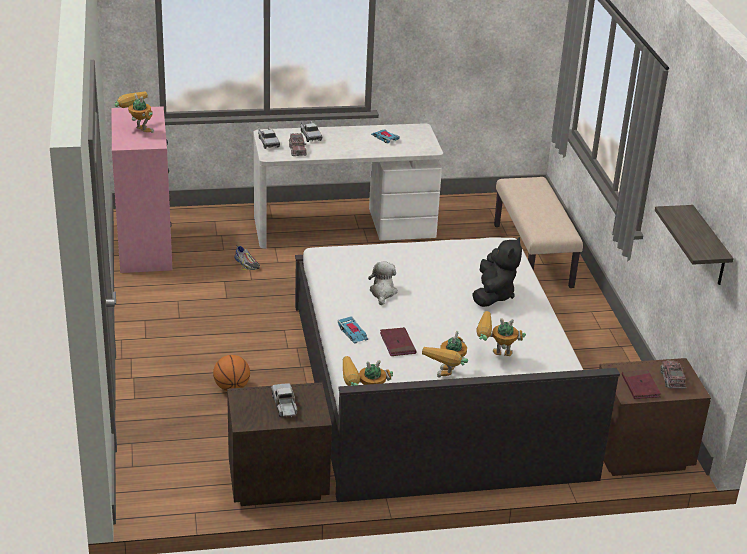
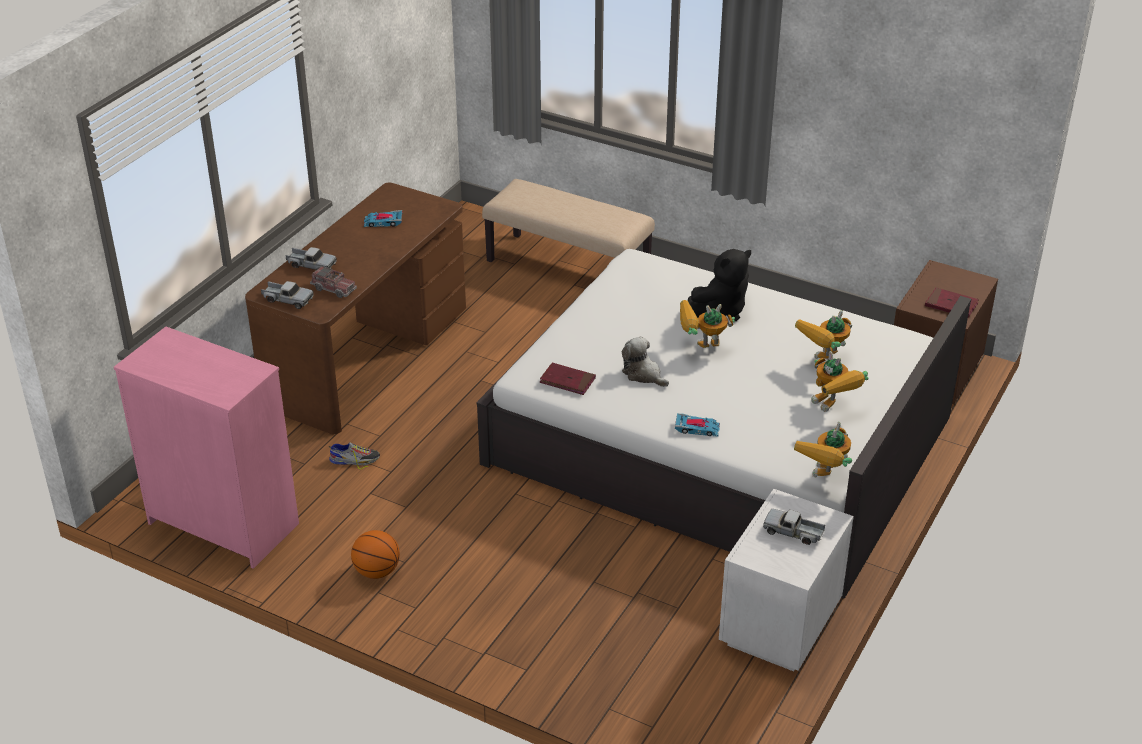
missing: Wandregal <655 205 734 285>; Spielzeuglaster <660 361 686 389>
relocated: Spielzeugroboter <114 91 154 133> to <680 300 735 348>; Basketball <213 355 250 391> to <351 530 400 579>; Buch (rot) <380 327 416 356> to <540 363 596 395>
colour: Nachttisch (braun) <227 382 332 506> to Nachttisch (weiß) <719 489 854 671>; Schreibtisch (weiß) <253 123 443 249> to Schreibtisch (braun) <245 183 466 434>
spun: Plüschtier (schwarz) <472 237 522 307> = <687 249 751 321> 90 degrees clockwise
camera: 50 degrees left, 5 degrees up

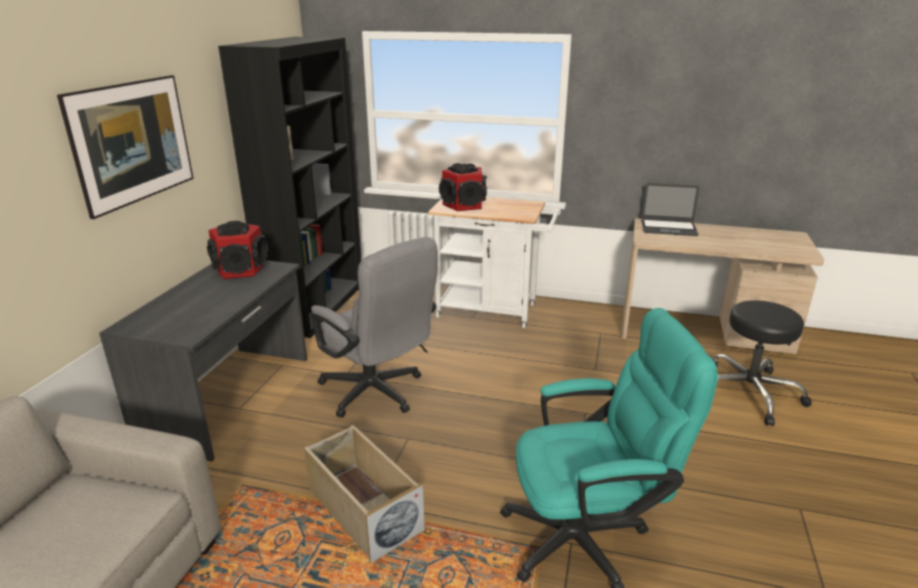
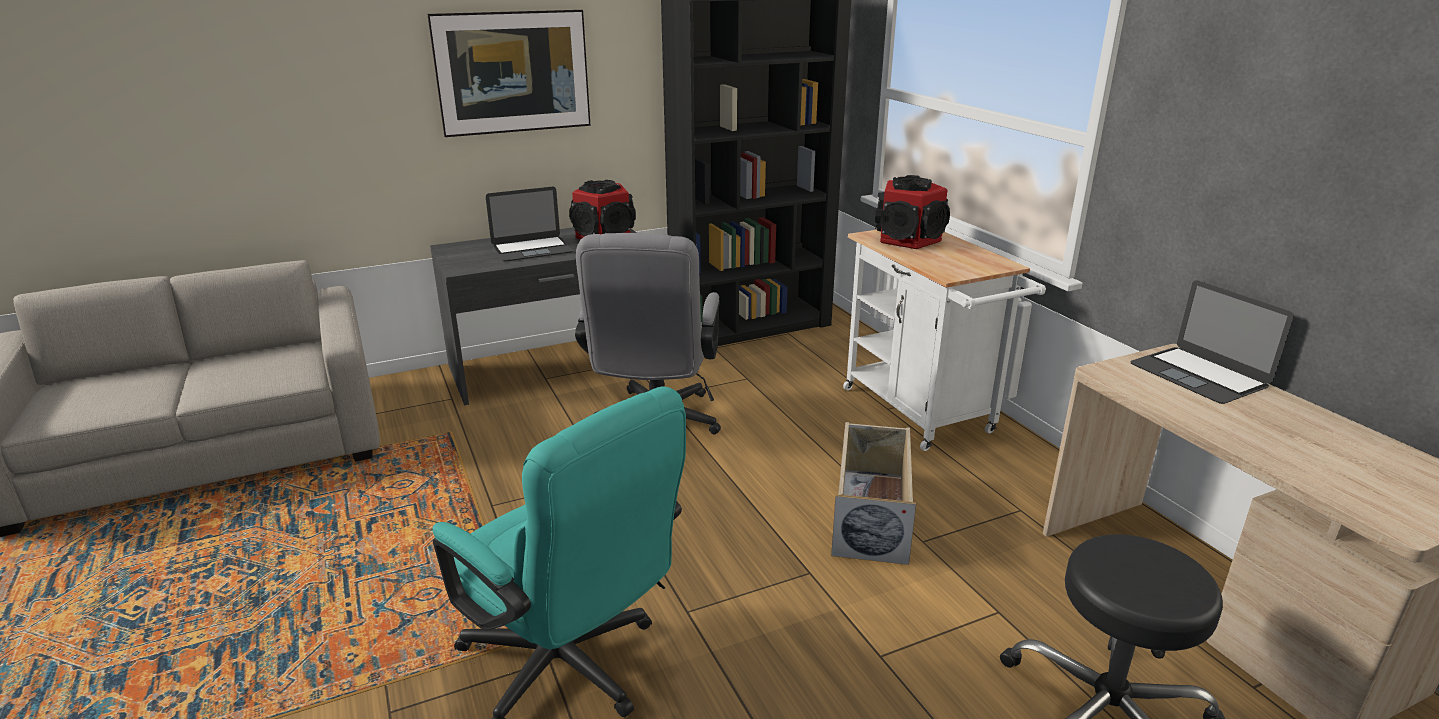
appeared: Laptop <486 187 573 261>
relocated: Aufbewahrungsbox (beige) <304 425 425 563> to <831 422 916 565>
camera: 50 degrees right, 0 degrees up

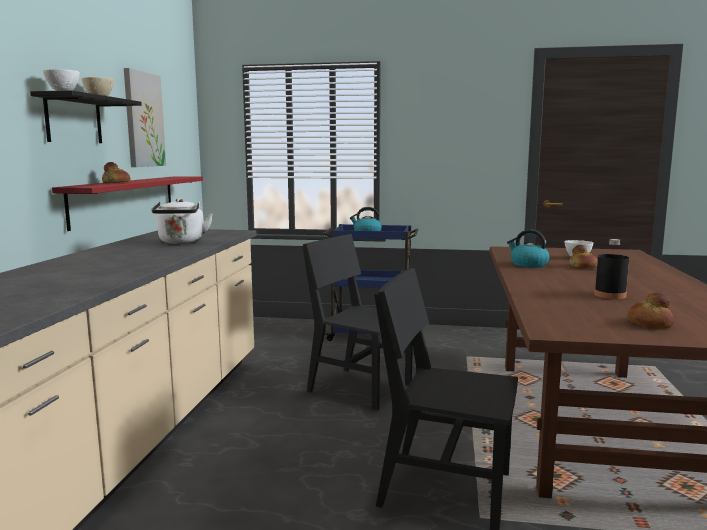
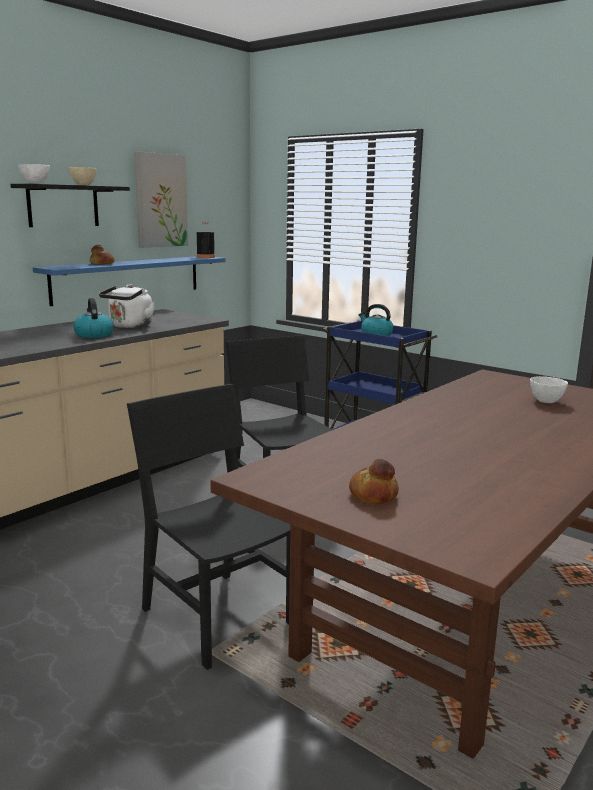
missing: Brot <569 245 598 268>
relocated: Wasserkessel <507 229 550 268> to <73 298 114 338>; Flasche (schwarz) <594 239 629 299> to <197 221 215 258>
colour: Wandregal (rot) <52 176 203 231> to Wandregal (blau) <33 256 225 306>
camera: 30 degrees right, 5 degrees up

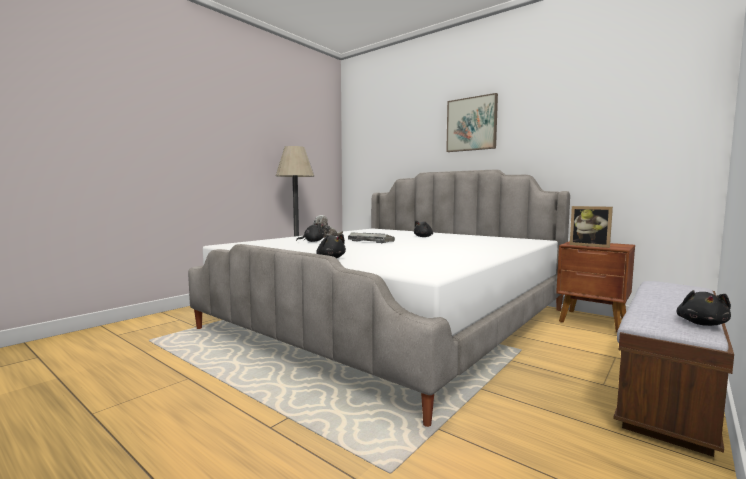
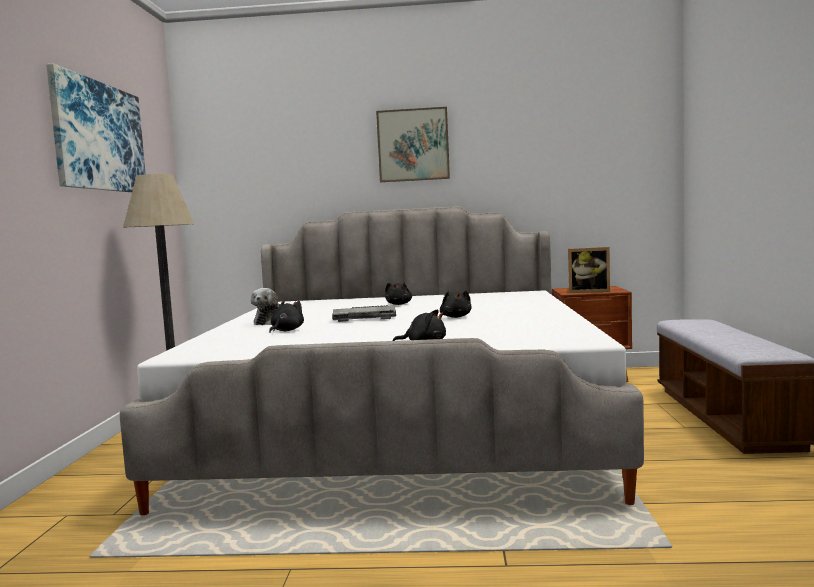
appeared: Bild <46 64 146 192>
relocated: Plüschtier (schwarz) <677 290 731 326> to <440 291 471 318>
camera: 35 degrees left, 0 degrees up

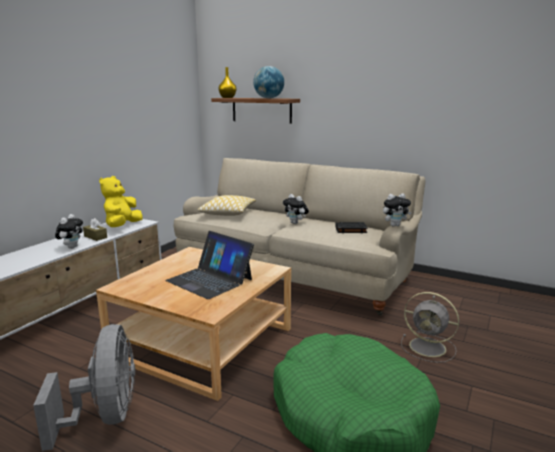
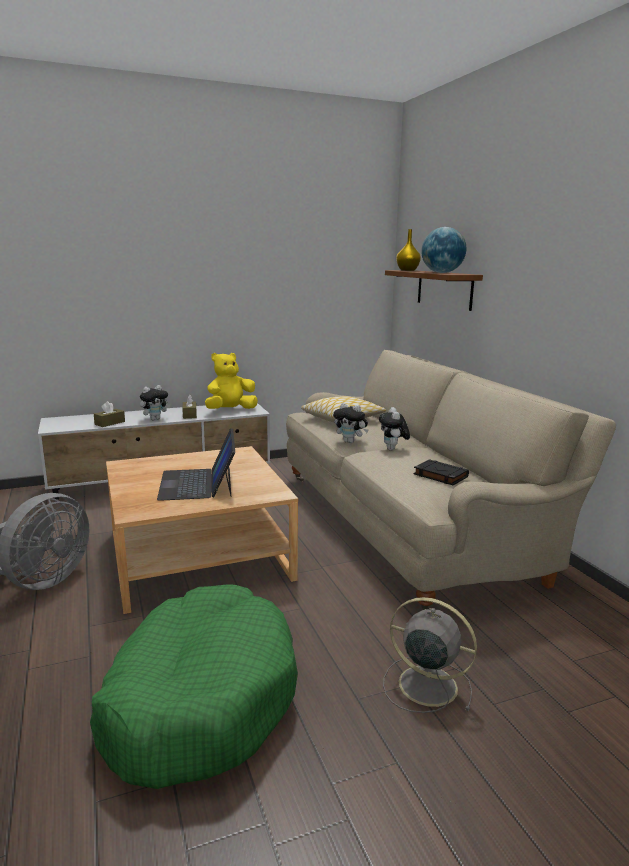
appeared: Taschentuchbox (braun) <94 401 125 427>
relocated: Plüschtier <383 193 411 227> to <333 403 368 443>
spun: Ventilator (grau) <401 292 459 363> = <383 597 477 713> 135 degrees clockwise
camera: 40 degrees right, 0 degrees up

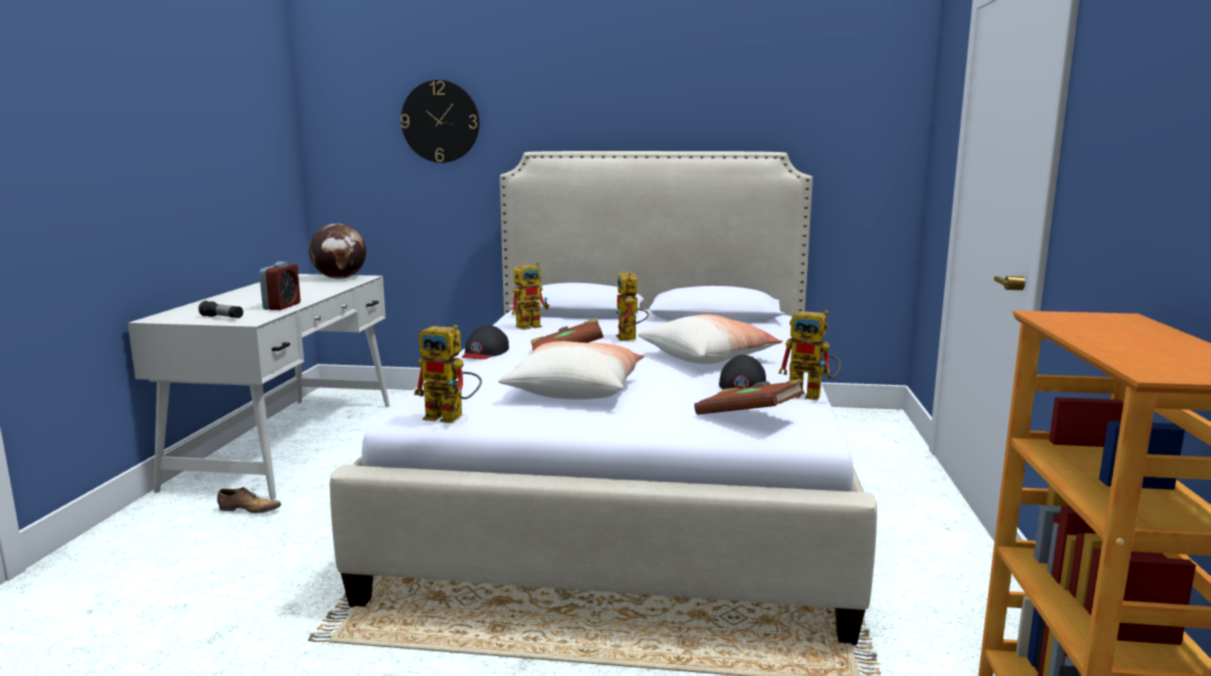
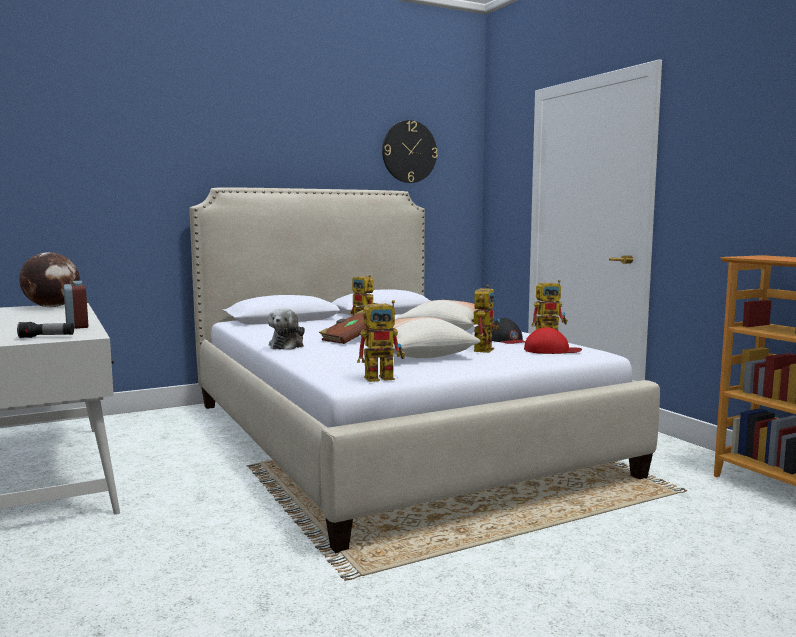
missing: Schuh <217 487 281 513>
relocated: Wanduhr <400 80 479 163> to <382 120 438 183>; Spielzeugroboter <512 262 549 330> to <472 285 500 353>
exchanged: Kappe (schwarz) <462 325 509 359> to Plüschtier <268 308 305 350>; Buch (braun) <694 379 804 415> to Kappe (rot) <524 327 582 354>
camera: 35 degrees left, 5 degrees down

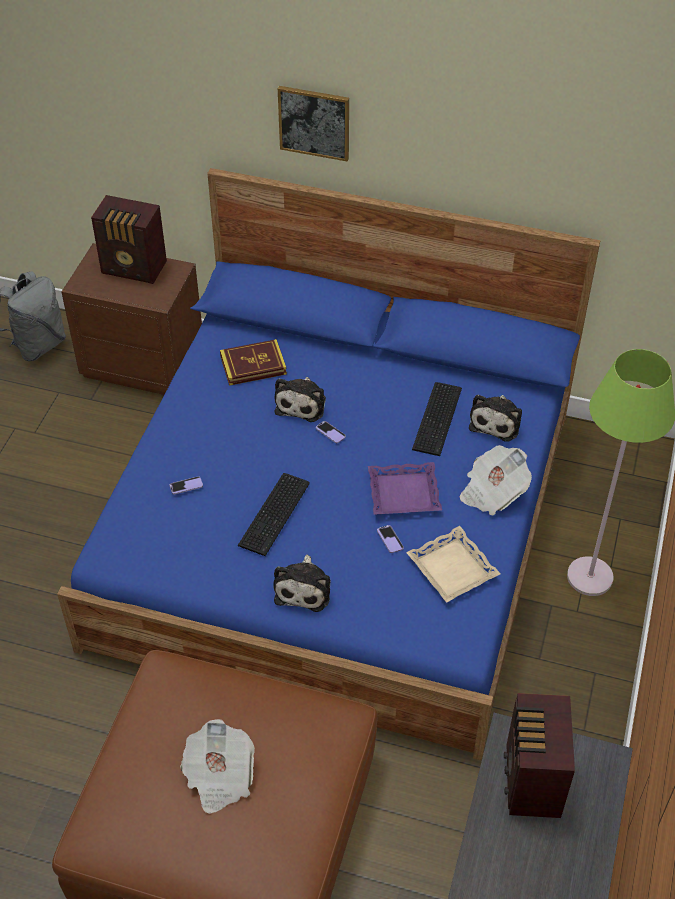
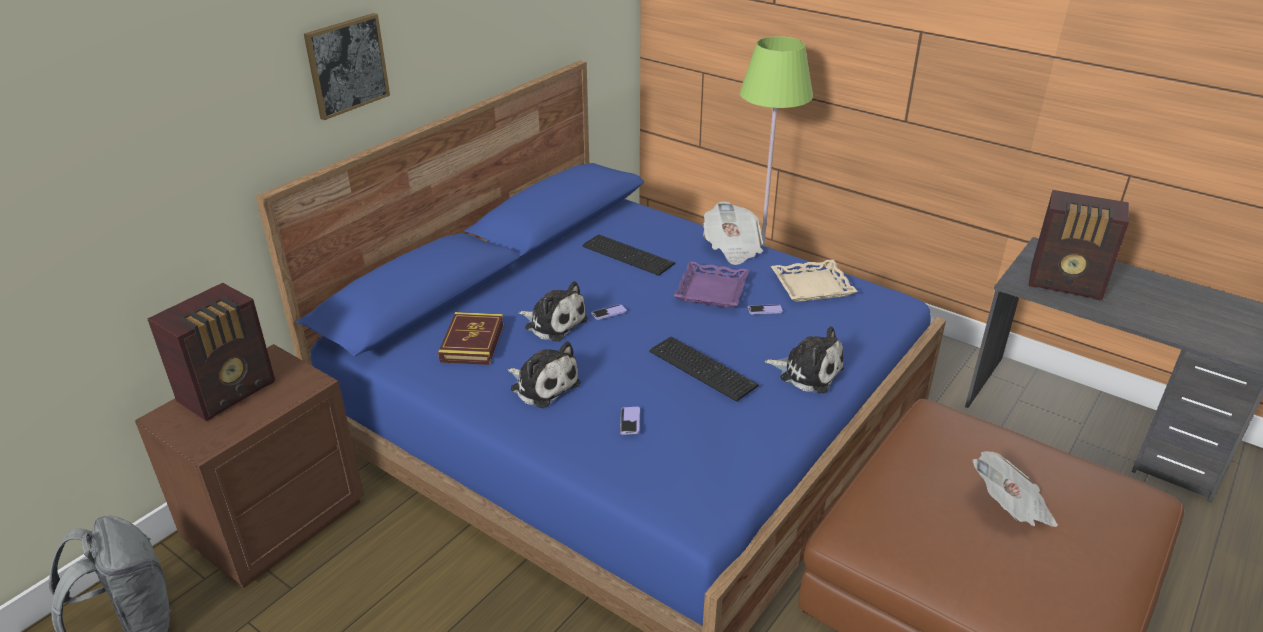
relocated: Plüschtier <469 394 522 442> to <507 341 581 408>
camera: 70 degrees left, 15 degrees down

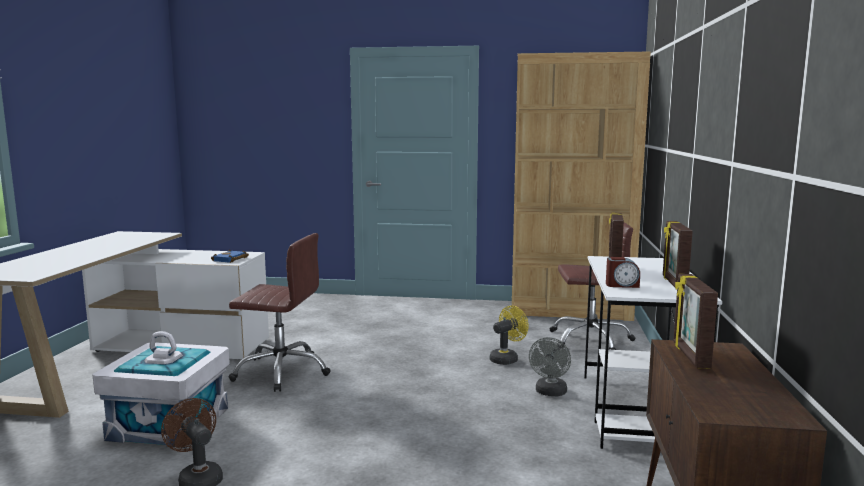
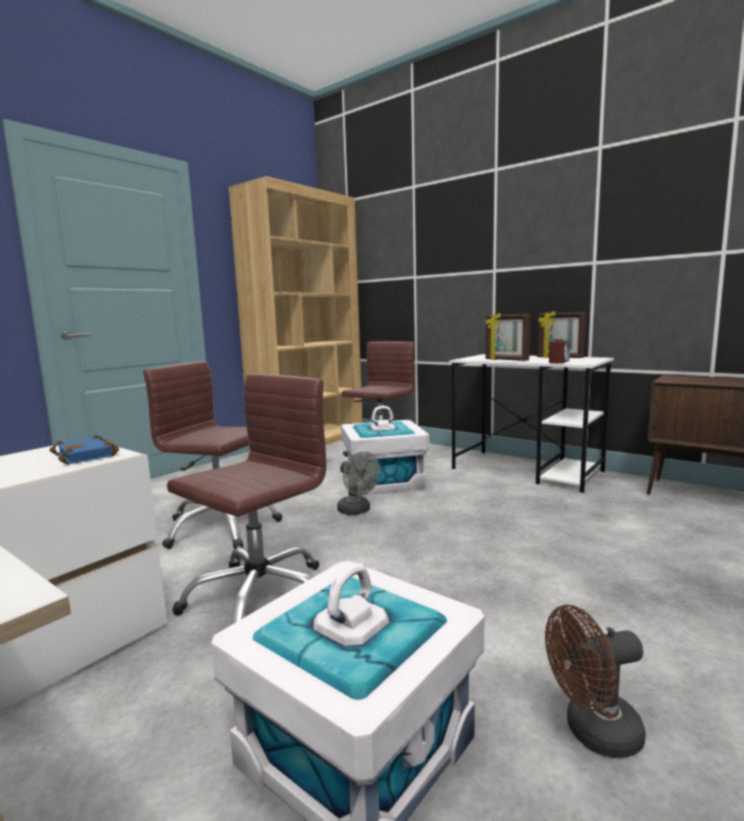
missing: Bilderrahmen <673 274 718 369>
appeared: Bürostuhl (braun) <143 361 282 549>
relocated: Ventilator (grau) <529 337 571 396> to <337 452 380 515>
exchanged: Ventilator (gelb) <489 306 529 365> to Aufbewahrungsbox (weiß) <341 406 429 496>
camera: 60 degrees left, 0 degrees up

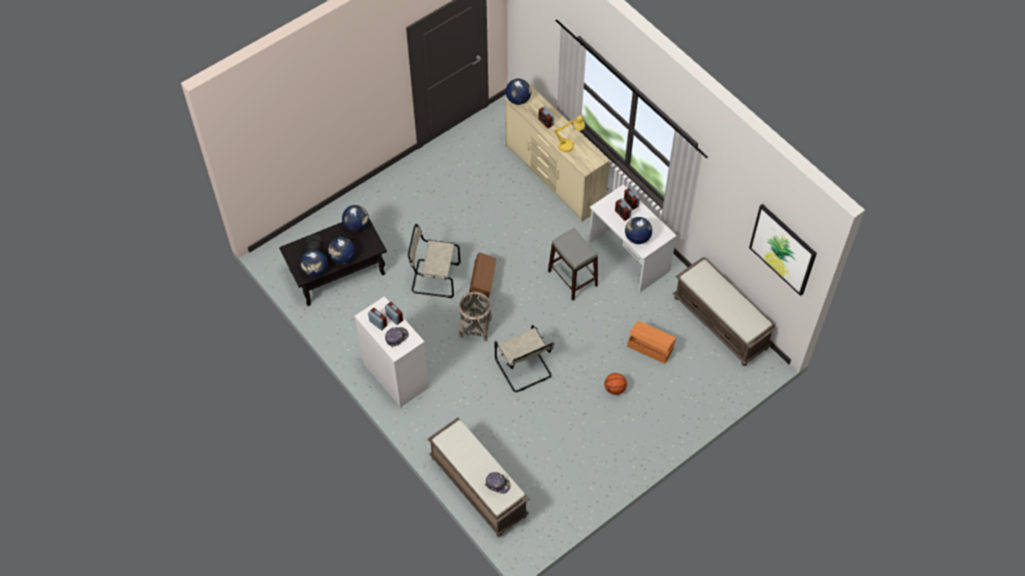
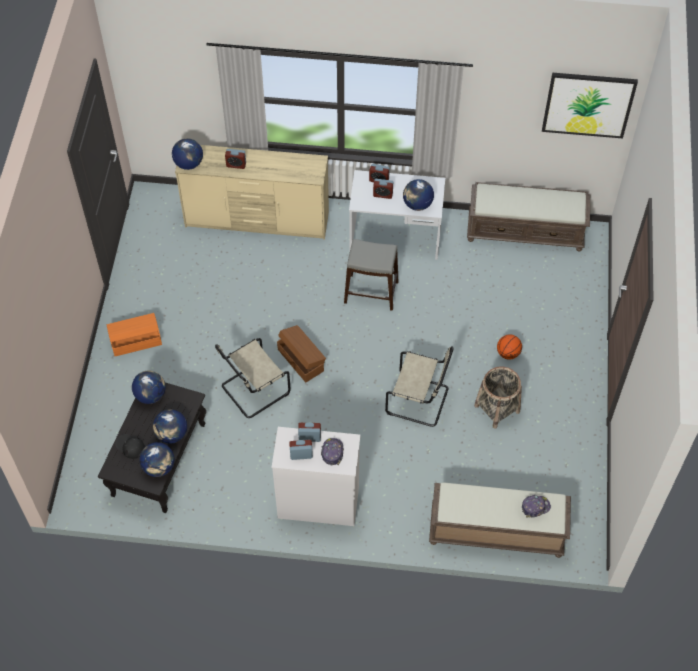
missing: Tischlampe (gelb) <554 115 585 152>
relocated: Korb <459 292 492 341> to <474 366 522 429>; Aufbewahrungsbox (orange) <627 321 676 364> to <107 313 162 356>
camera: 45 degrees left, 0 degrees up

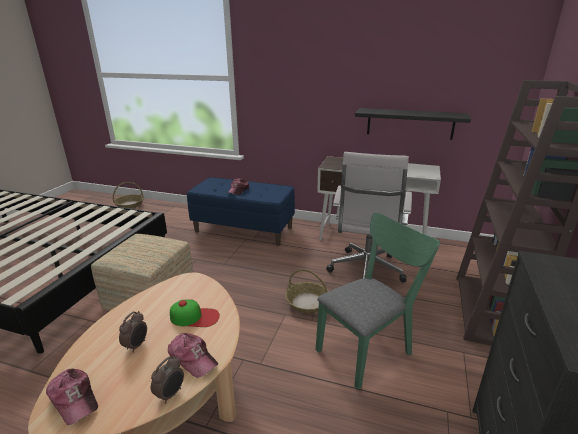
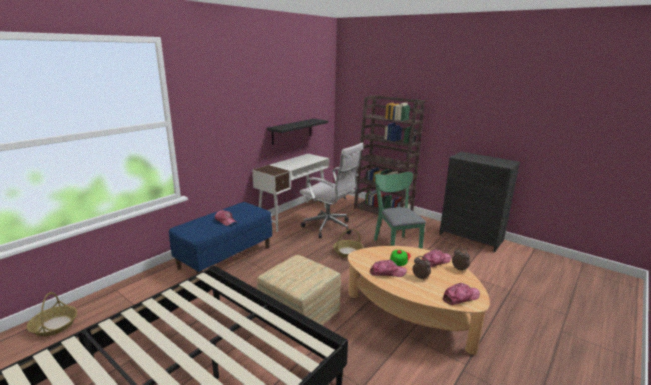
appeared: Kappe <370 260 407 277>
camera: 70 degrees left, 5 degrees down

